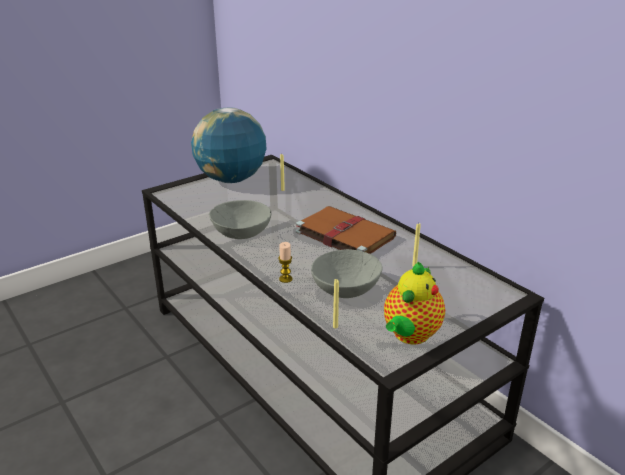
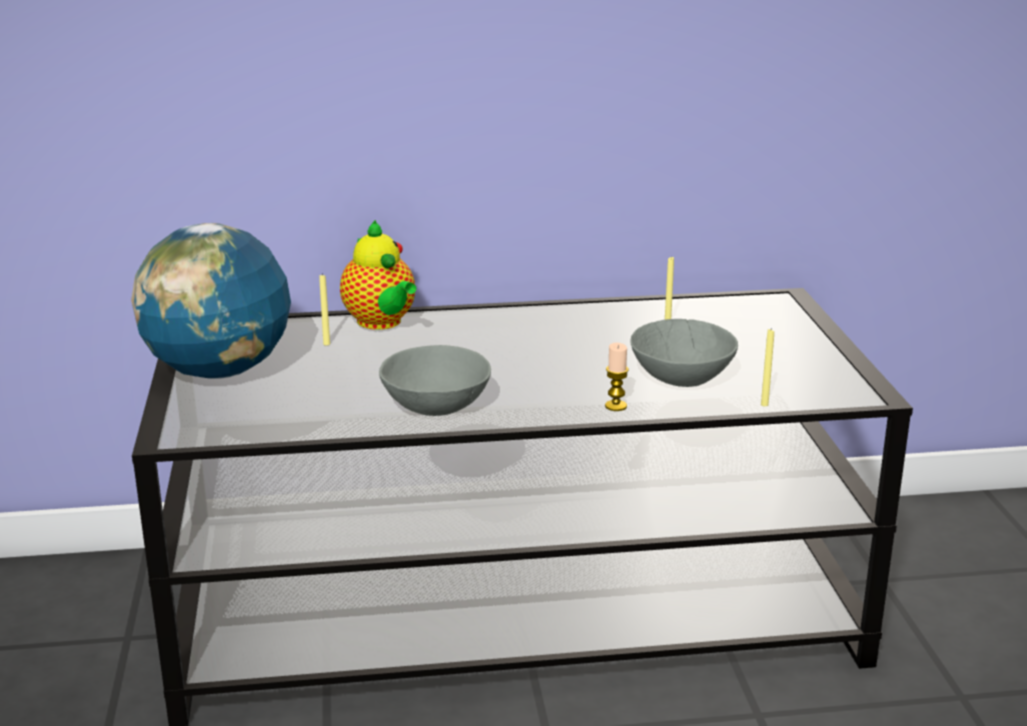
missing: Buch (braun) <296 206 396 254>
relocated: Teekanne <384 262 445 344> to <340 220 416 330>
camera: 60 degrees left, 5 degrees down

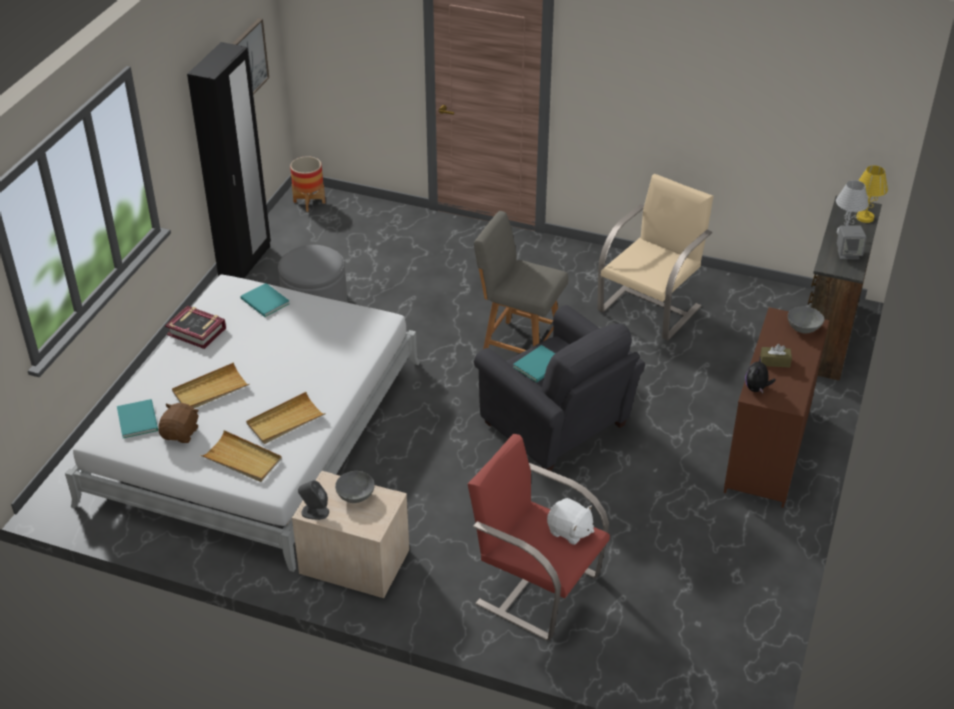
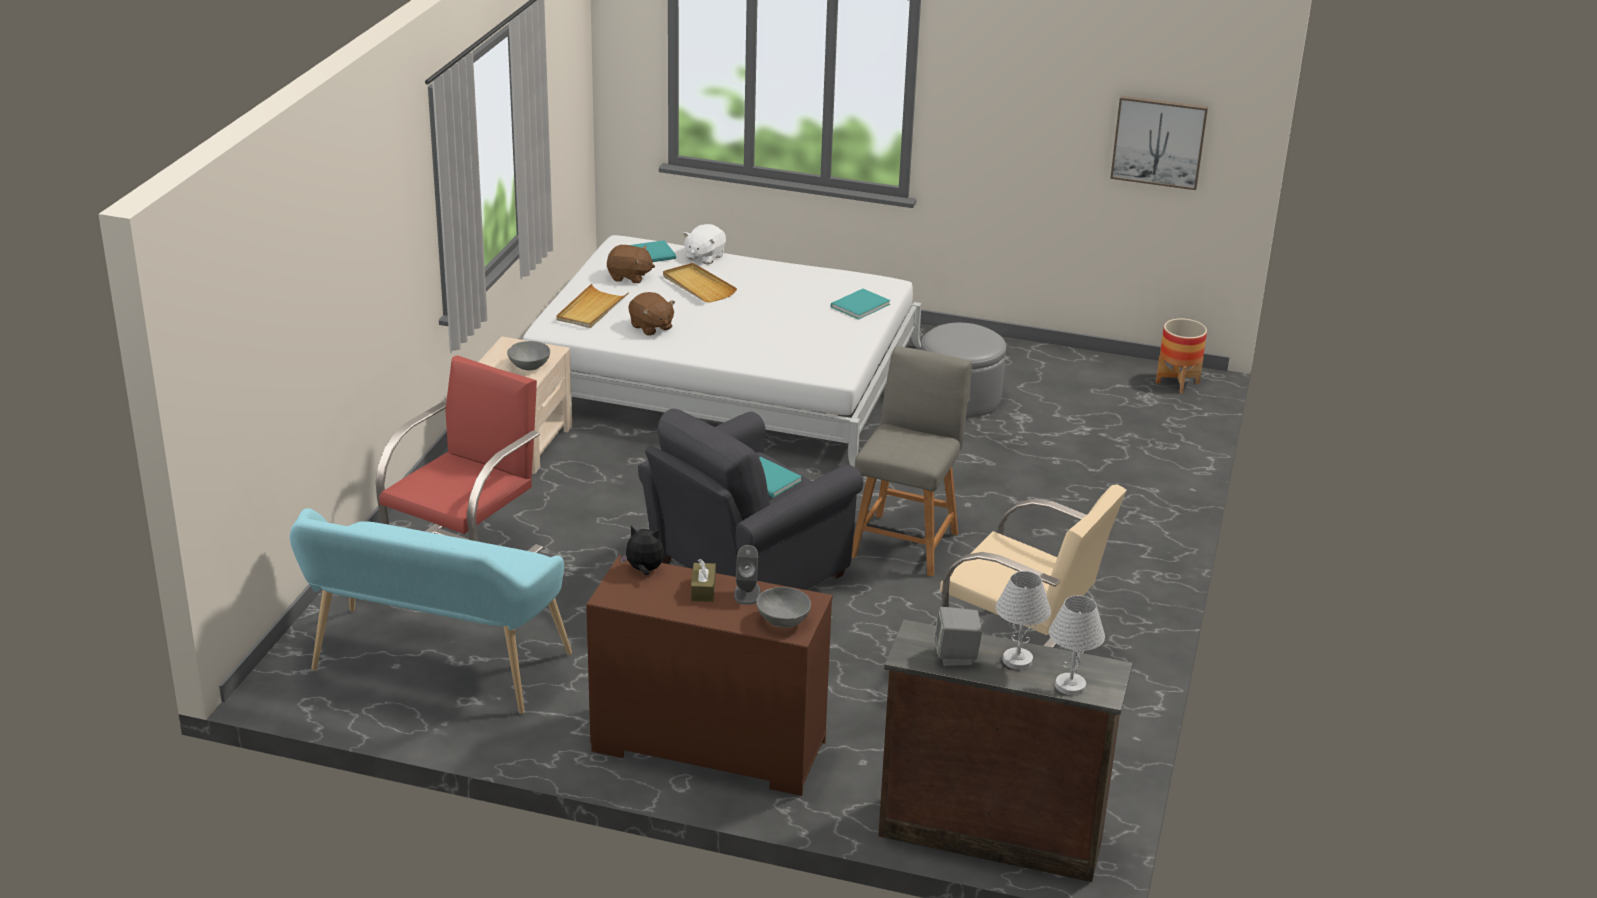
missing: Buch <165 306 226 349>; Kleiderschrank (schwarz) <187 42 271 279>
appeared: Bank (türkis) <290 508 572 714>
relocated: Lautsprecher (grau) <298 480 329 520> to <734 545 761 605>; Plüschtier (weiß) <547 498 594 545> to <683 224 726 264>
exchanged: Tablett (beige) <246 392 326 444> to Plüschtier (braun) <628 292 675 336>
colour: Tischlampe (gelb) <856 165 888 223> to Tischlampe (weiß) <1049 595 1105 695>
camera: 85 degrees right, 10 degrees down

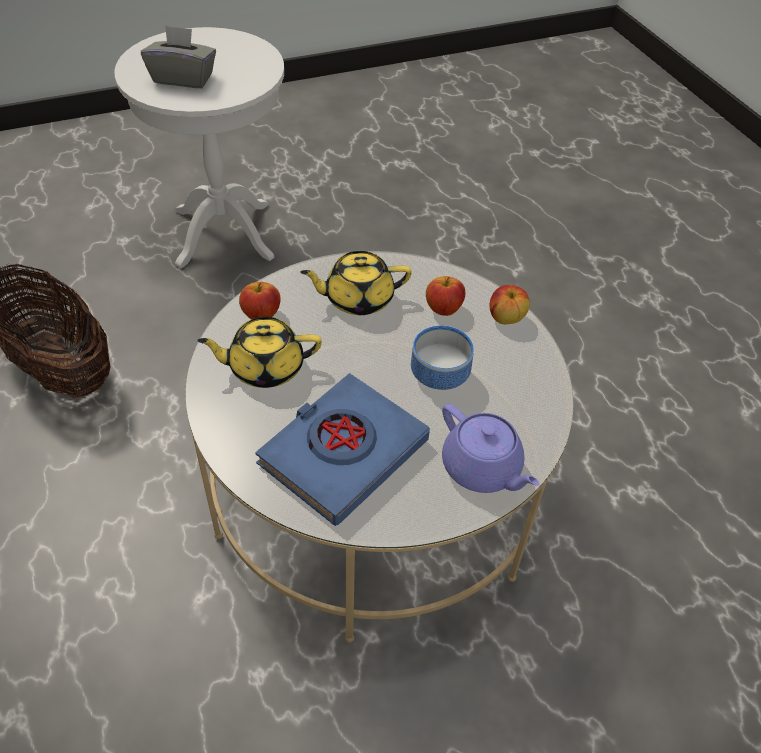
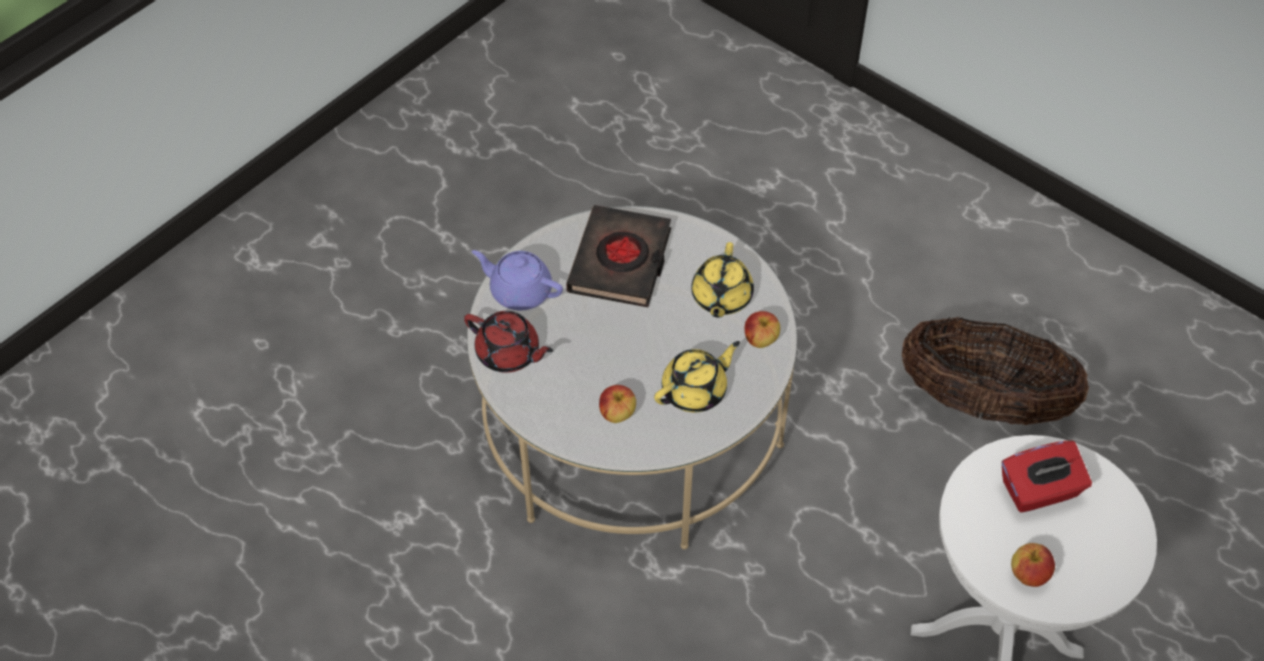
missing: Schüssel <411 325 474 390>
appeared: Teekanne (rot) <464 311 553 373>
relocated: Apfel <490 285 530 324> to <1011 543 1055 587>
colour: Taschentuchbox (grau) <141 25 216 88> to Taschentuchbox (rot) <1002 441 1092 513>; Buch (blau) <255 373 430 526> to Buch (schwarz) <566 205 672 307>
spun: Teekanne (gelb) <197 317 322 388> = <691 242 754 318> 135 degrees clockwise
camera: 155 degrees right, 5 degrees up

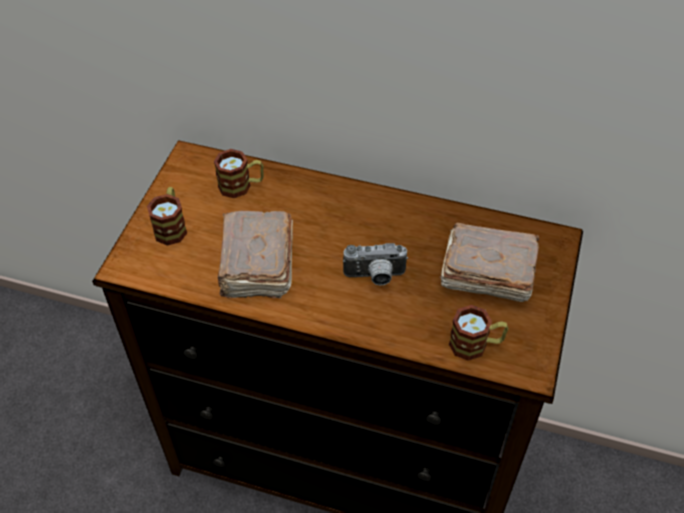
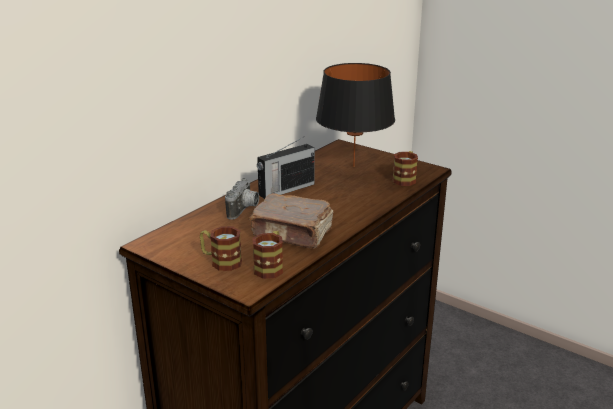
appeared: Radio <257 136 315 199>
relocated: Henkelbecher <214 149 264 198> to <252 231 283 279>; Kamera <343 243 408 286> to <225 178 259 220>
exchanged: Buch (braun) <439 222 539 302> to Tischlampe (schwarz) <316 63 395 167>
camera: 70 degrees left, 25 degrees down

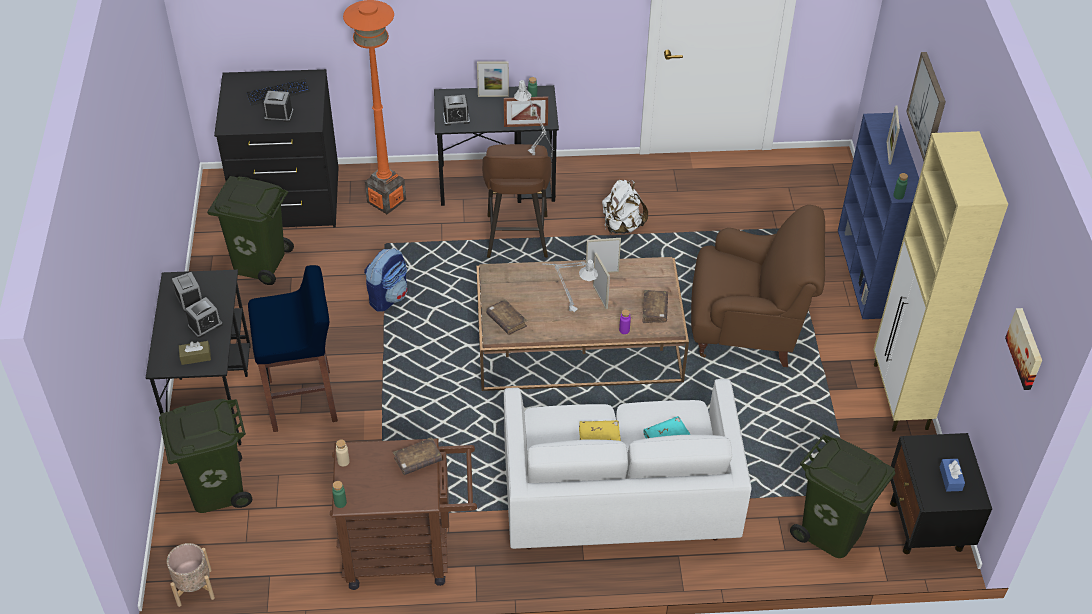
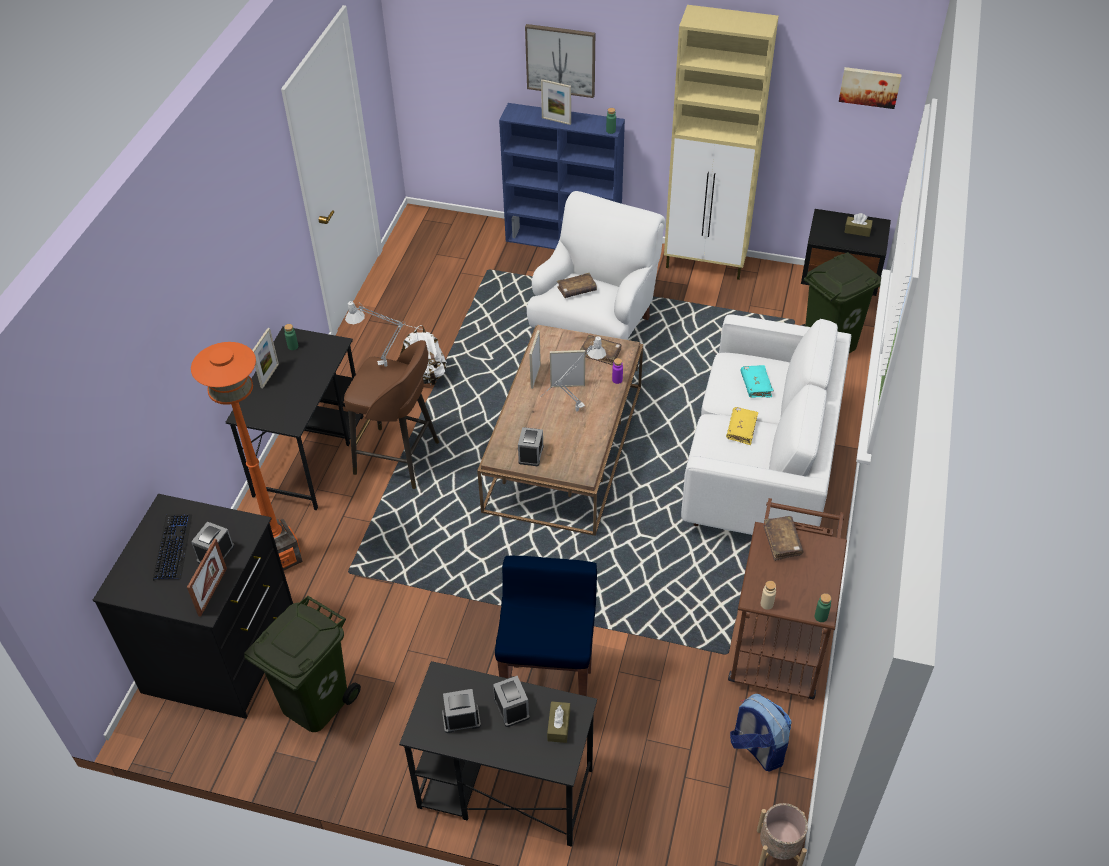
missing: Mülleimer (grün) <159 399 252 513>
relocated: Rucksack <364 248 408 312> to <730 694 792 772>; Wecker <443 95 470 126> to <518 427 544 466>; Buch (braun) <486 299 528 335> to <557 273 597 298>; Bilderrahmen <504 96 548 127> to <187 539 227 617>
colour: Sessel (braun) <691 205 825 367> to Sessel (weiß) <527 191 666 340>; Taschentuchbox (blau) <940 459 965 491> to Taschentuchbox (braun) <844 213 873 237>
camera: 70 degrees left, 0 degrees up

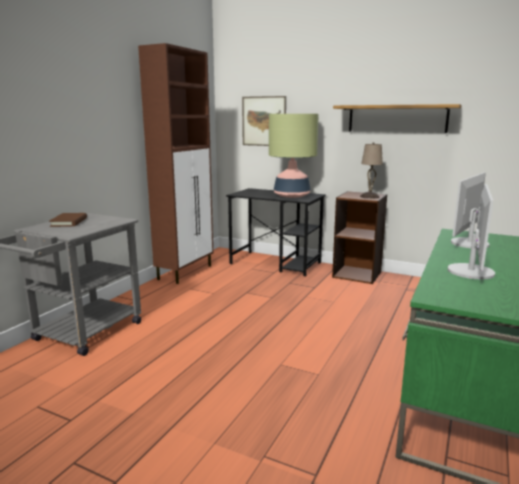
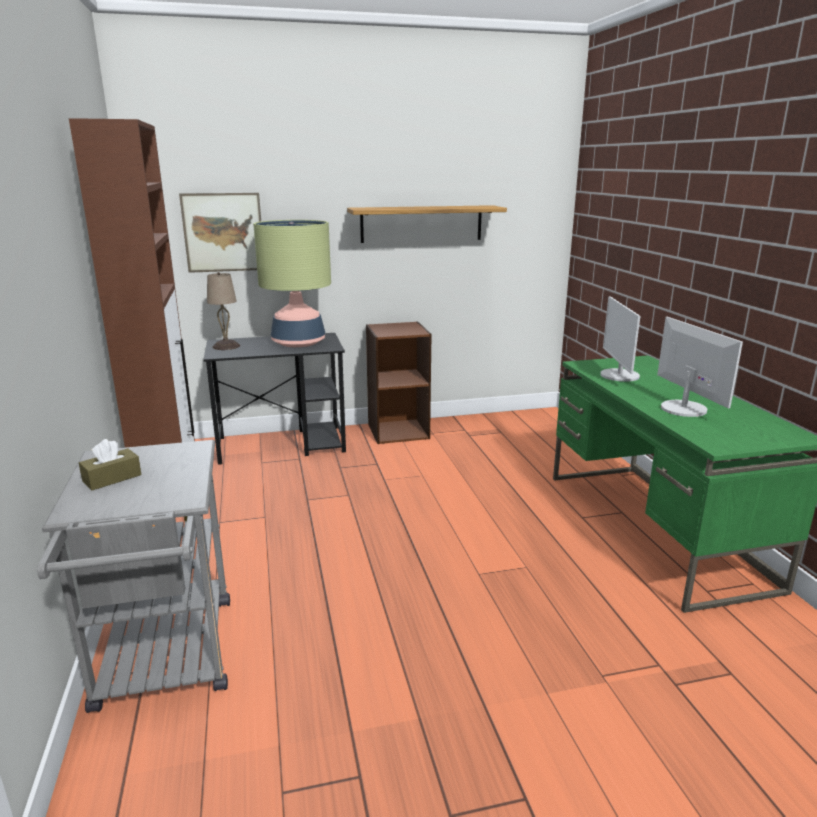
relocated: Tischlampe (beige) <360 142 383 199> to <207 272 240 350>
exchanged: Buch (braun) <49 213 87 227> to Taschentuchbox (braun) <79 439 142 490>
camera: 40 degrees left, 5 degrees up

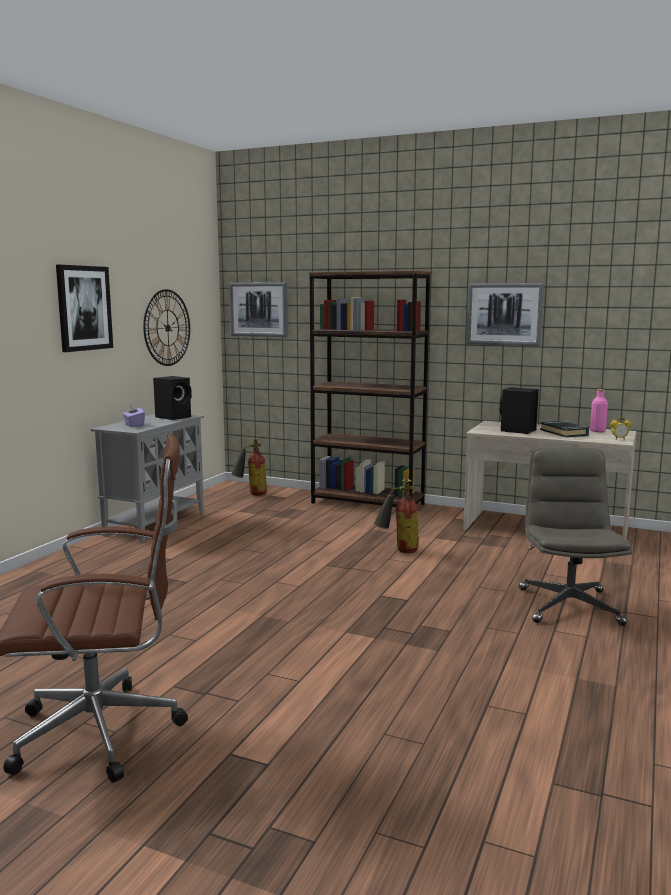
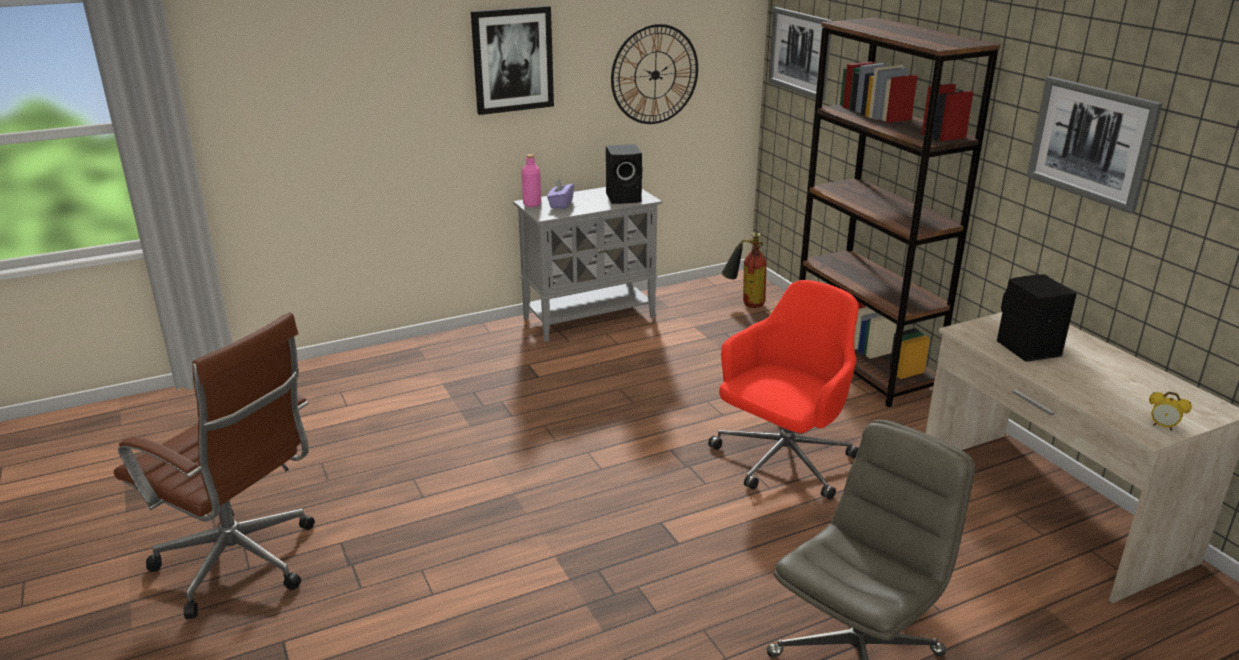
missing: Buch (schwarz) <540 421 589 437>
relocated: Flasche (rosa) <590 389 608 432> to <522 154 541 207>
exchanged: Feuerlöscher <374 479 419 553> to Bürostuhl (rot) <708 280 859 500>
camera: 40 degrees right, 15 degrees up

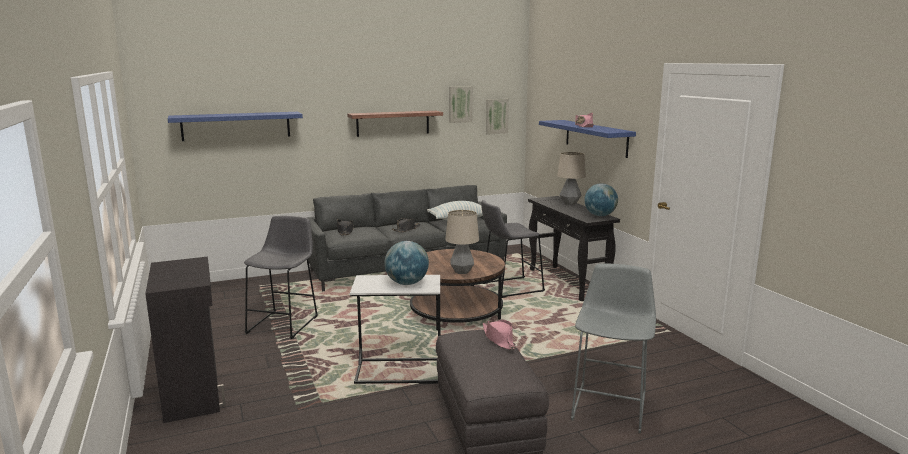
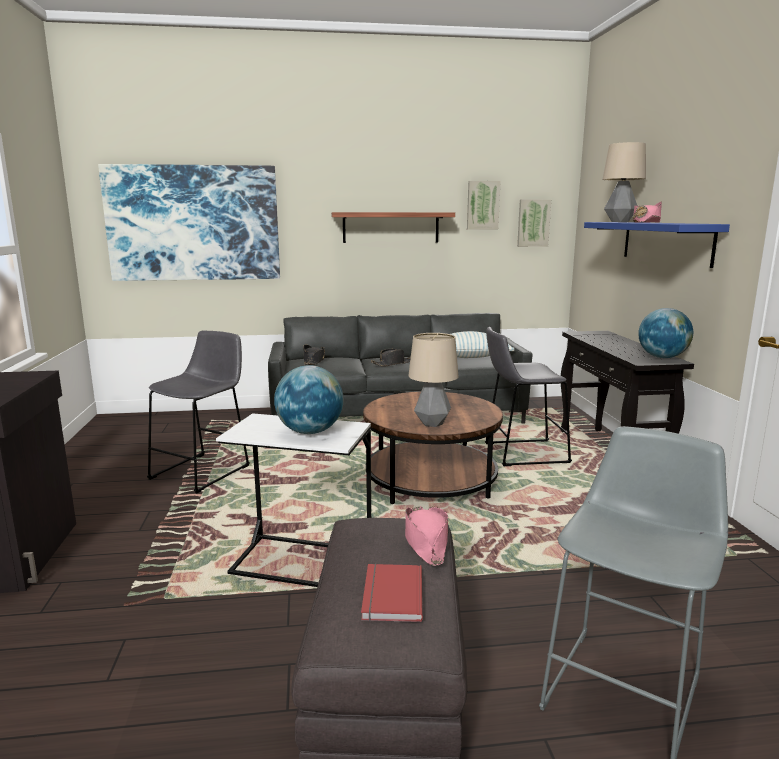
appeared: Buch (rot) <361 564 423 622>
relocated: Tischlampe <557 152 586 205> to <602 142 646 222>
exchanged: Wandregal (blau) <168 112 303 141> to Bild <98 164 280 281>
camera: 15 degrees right, 0 degrees up

